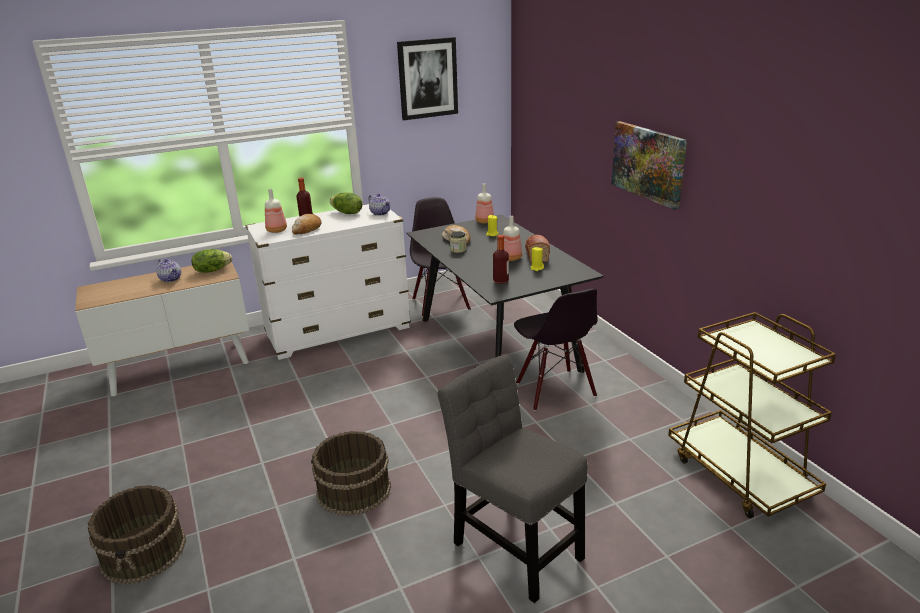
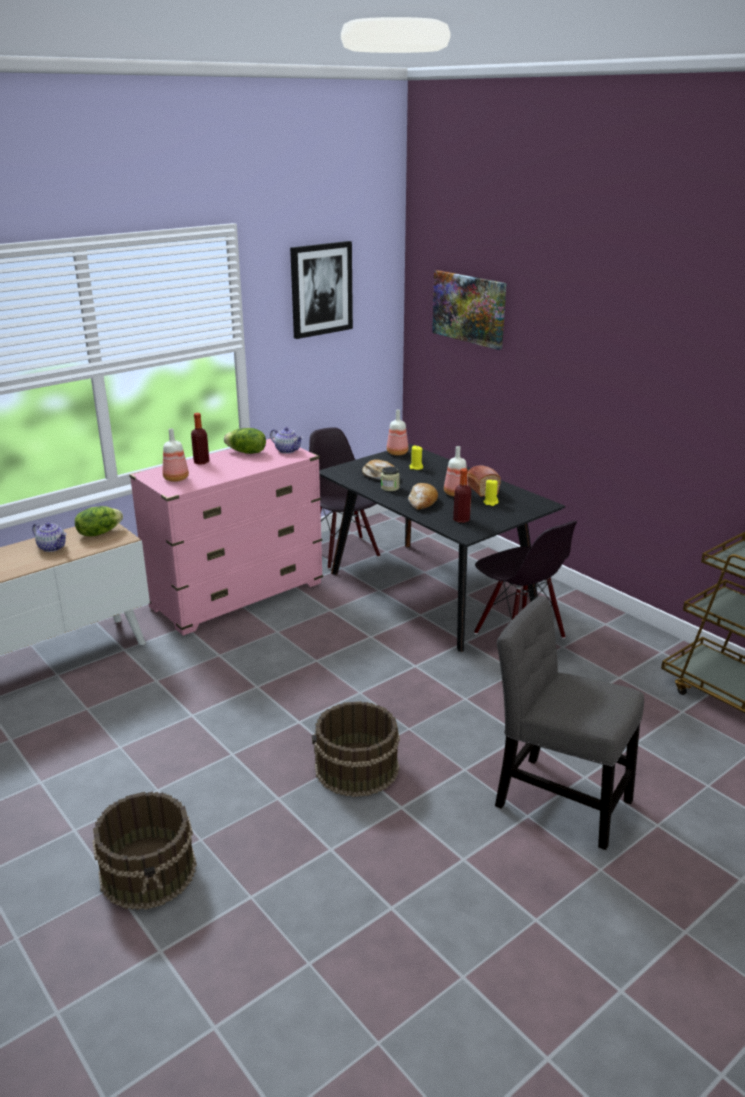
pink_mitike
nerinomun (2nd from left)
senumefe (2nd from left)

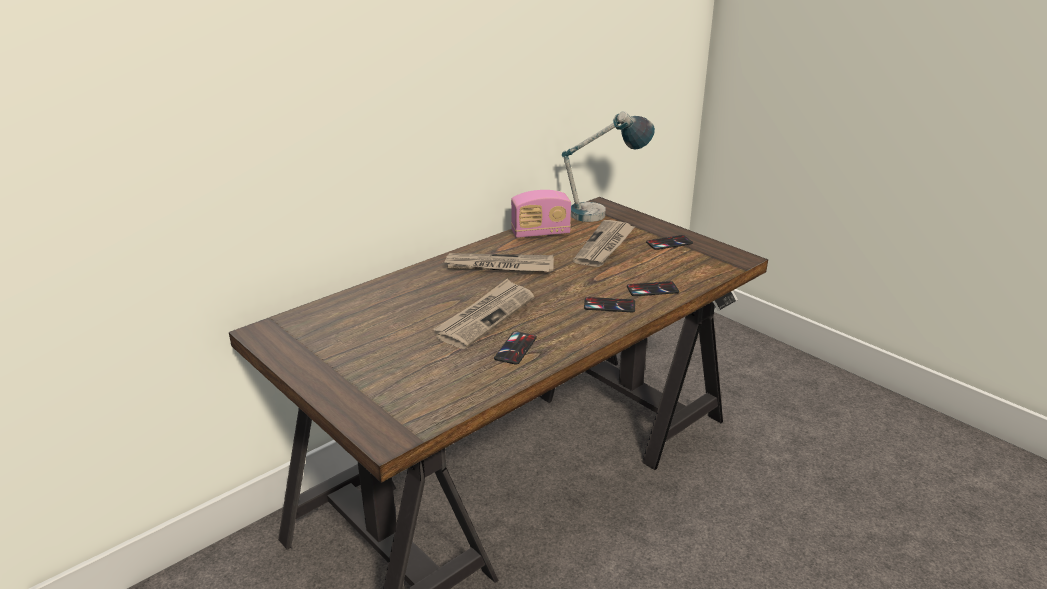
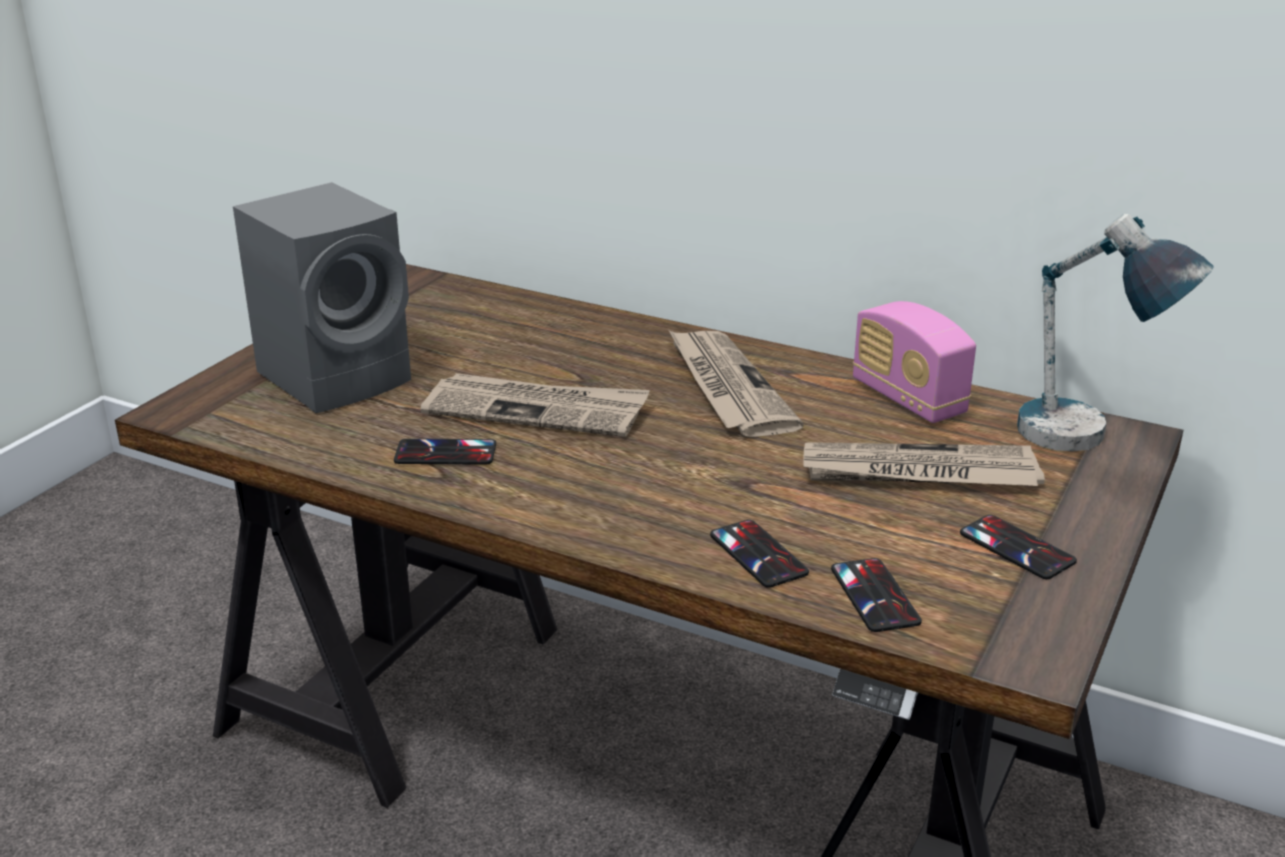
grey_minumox
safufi (3rd from left)

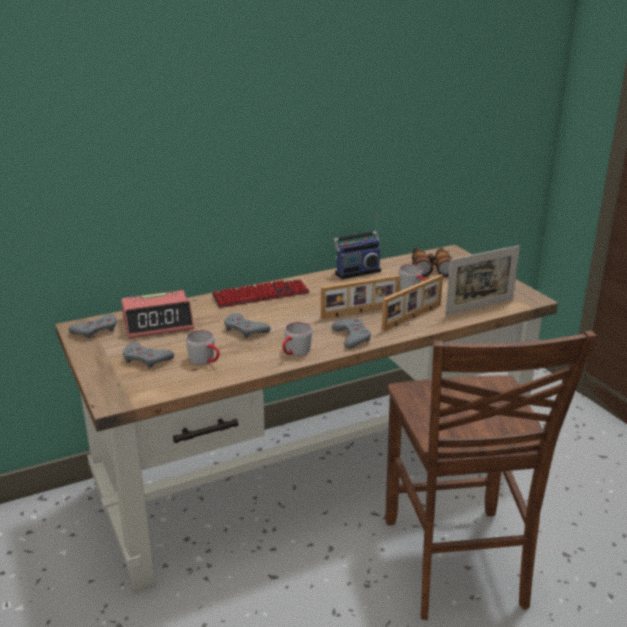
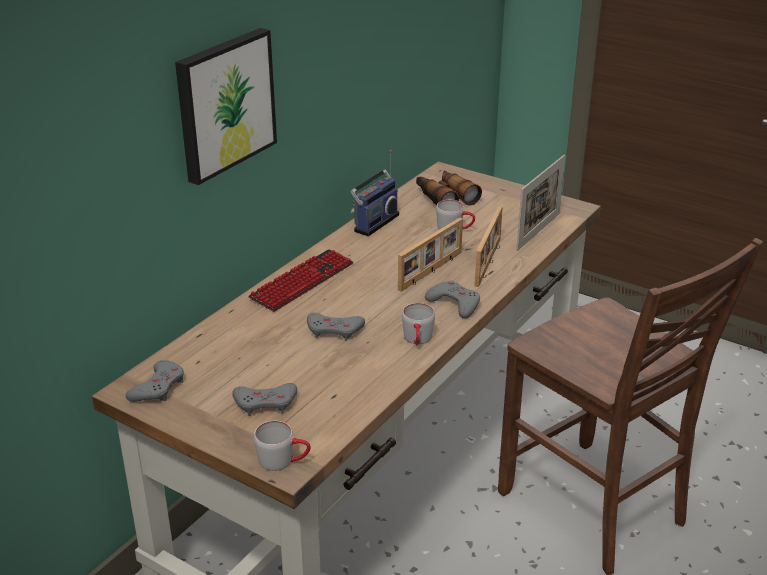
senumefe
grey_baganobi (1st from left)
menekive

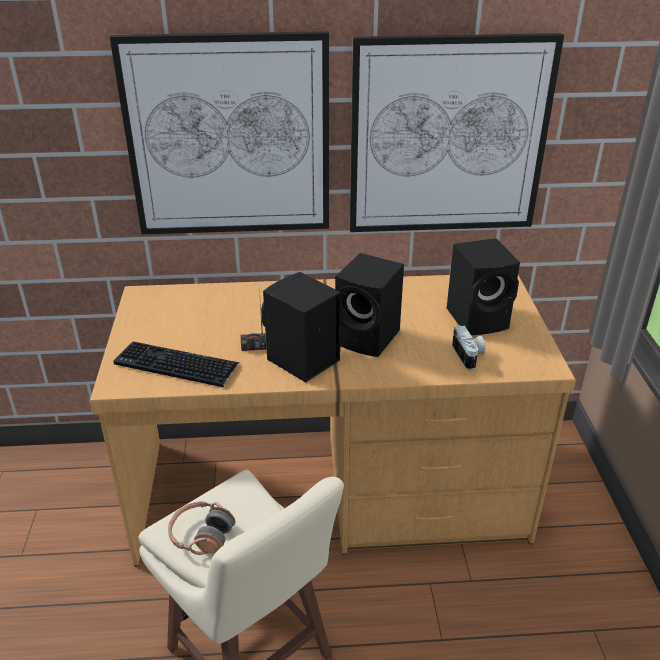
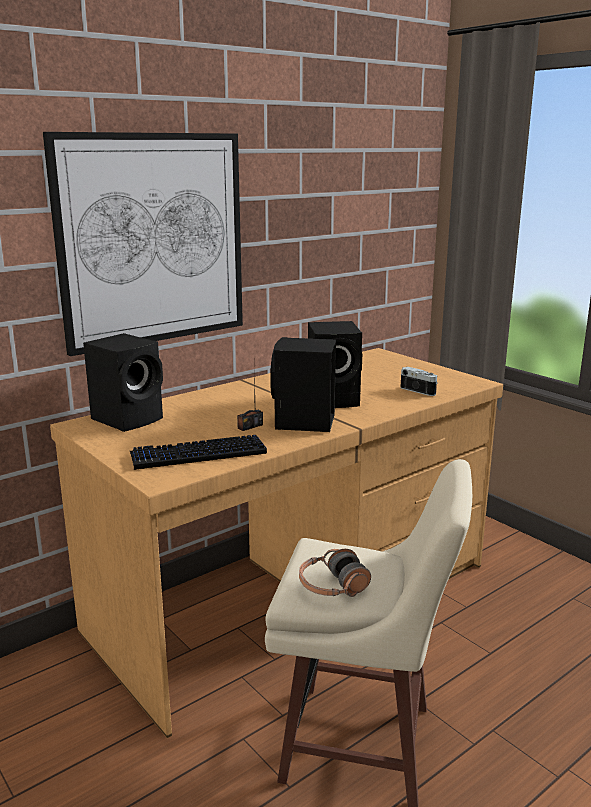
black_minumox (1st from left)
senumefe (2nd from left in the first image)

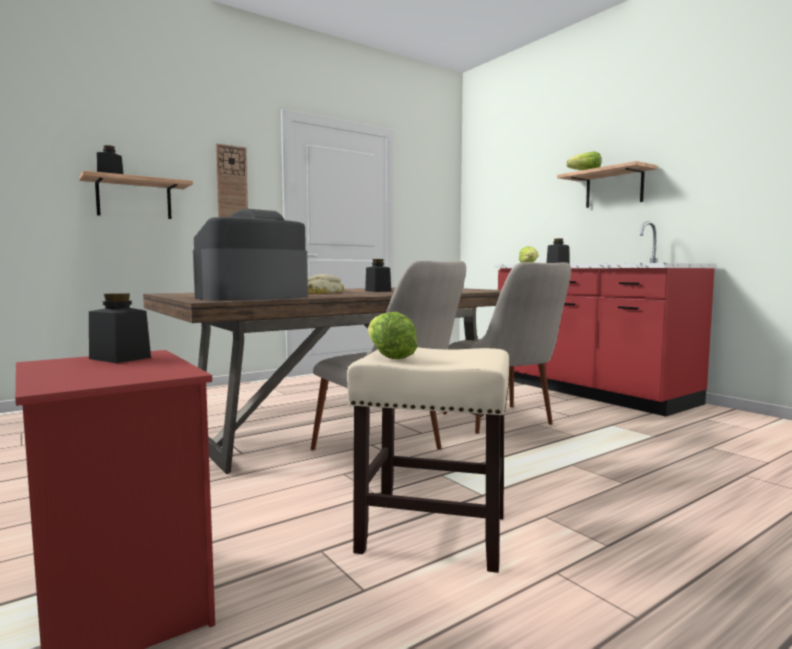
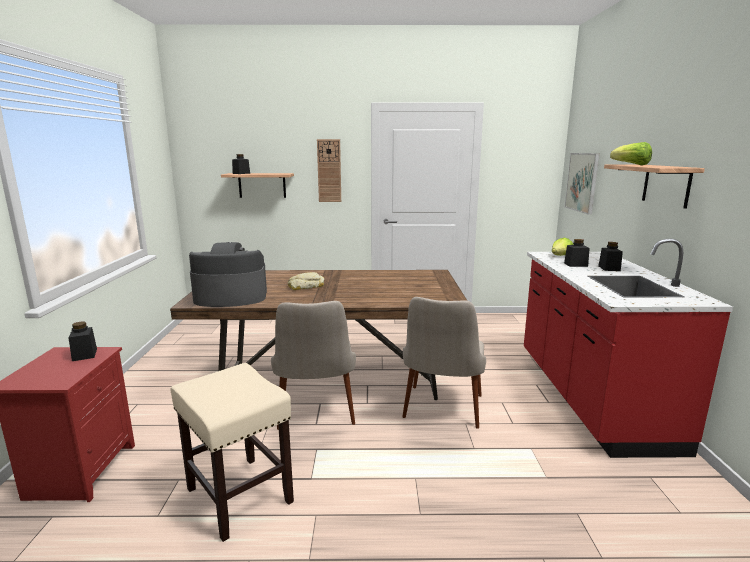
senumefe
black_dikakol (4th from left)
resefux (1st from left in the first image)

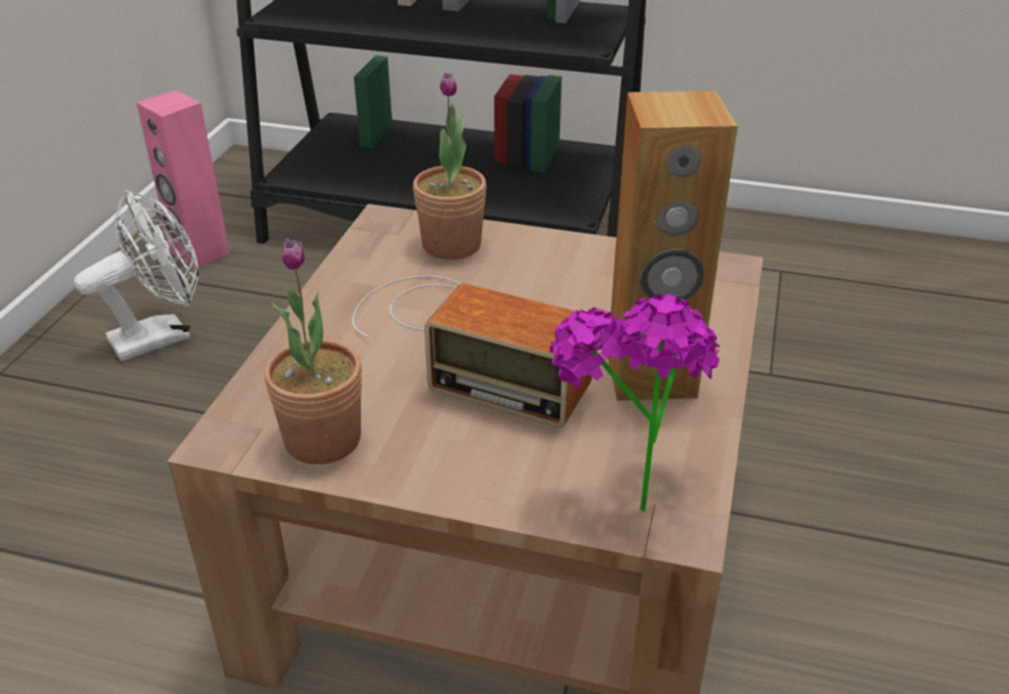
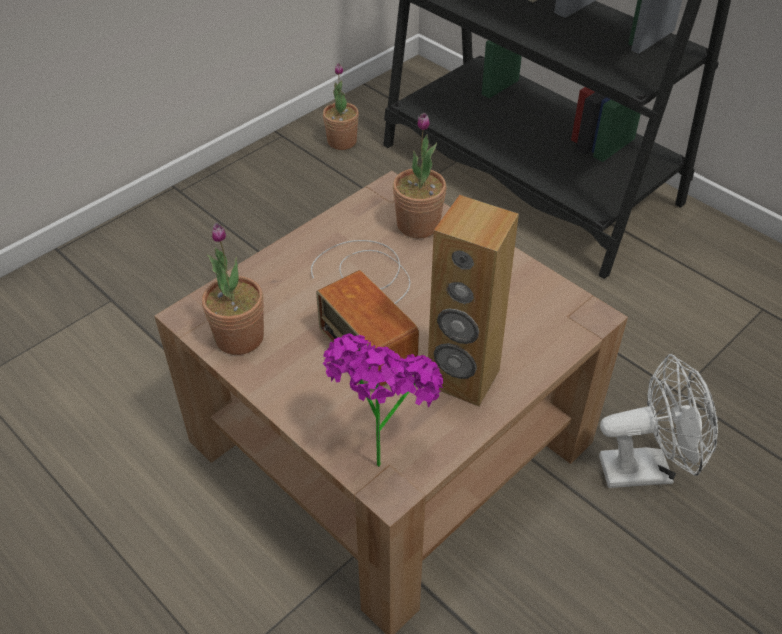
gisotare (2nd from left)
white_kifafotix

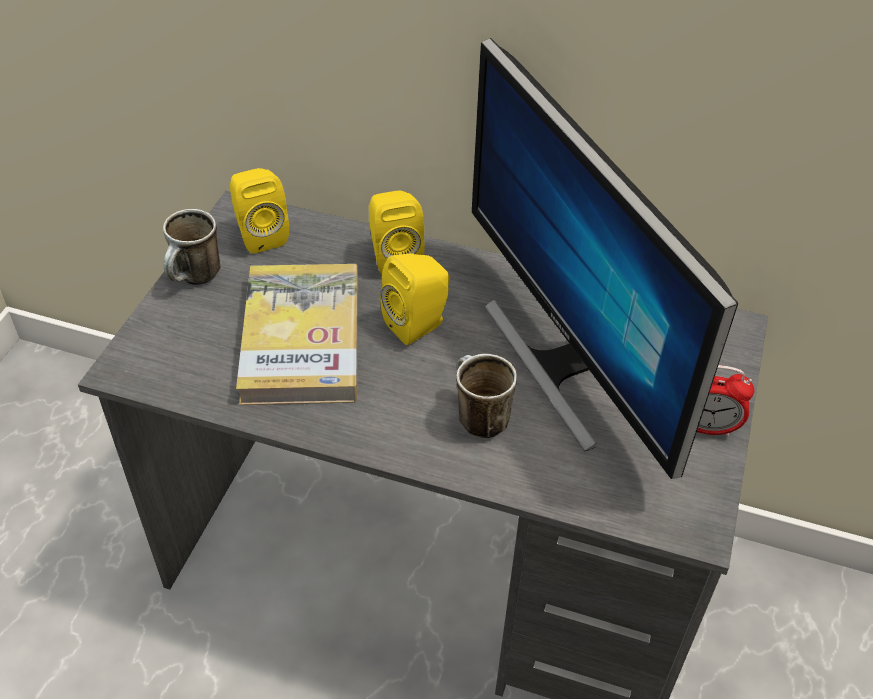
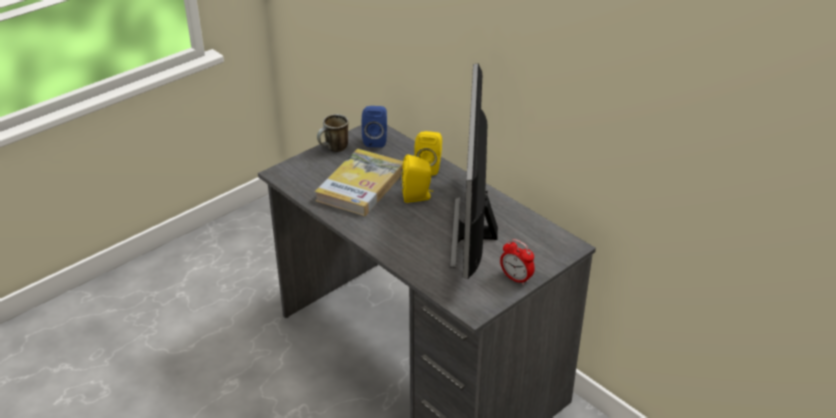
blue_minumox
baganobi (2nd from left in the first image)

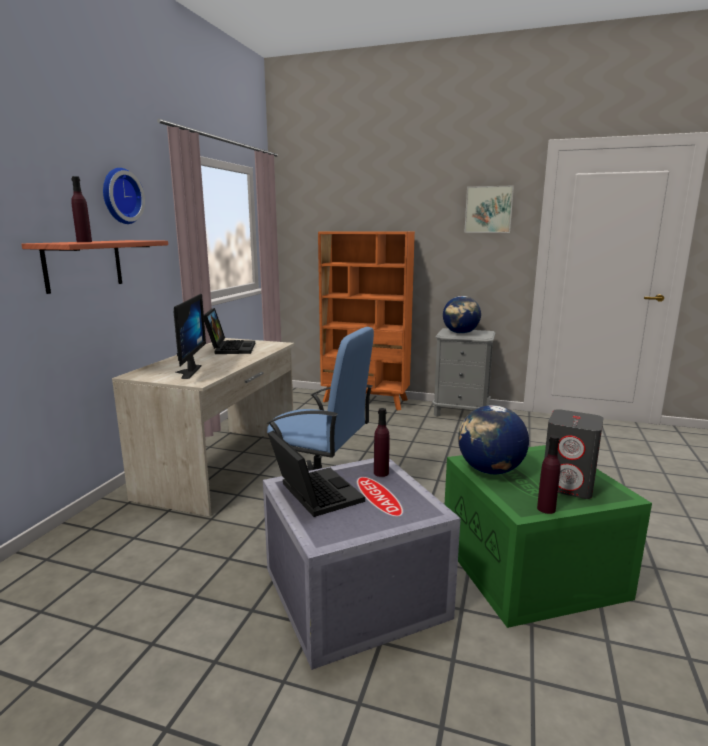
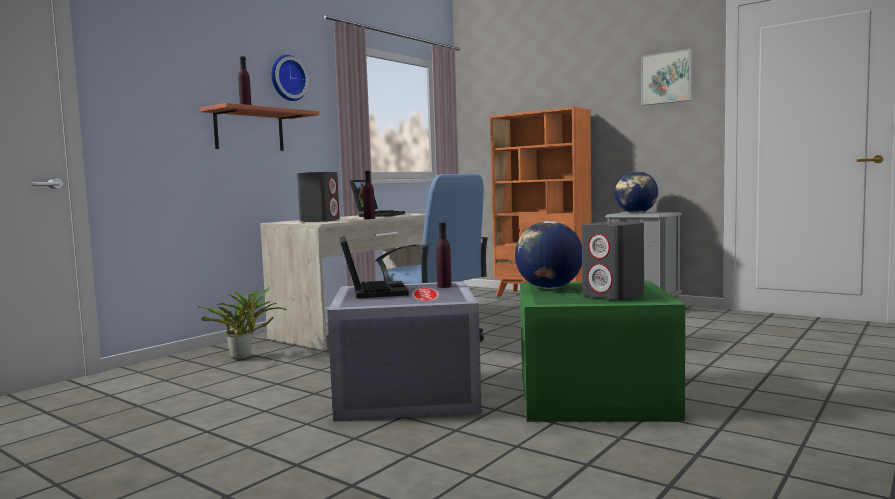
gisotare
grey_minumox (1st from left)
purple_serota (2nd from left)

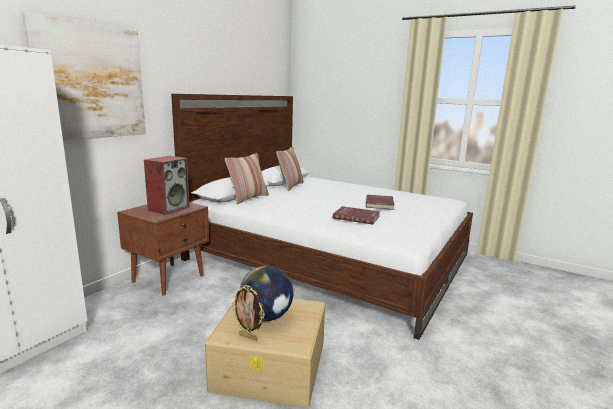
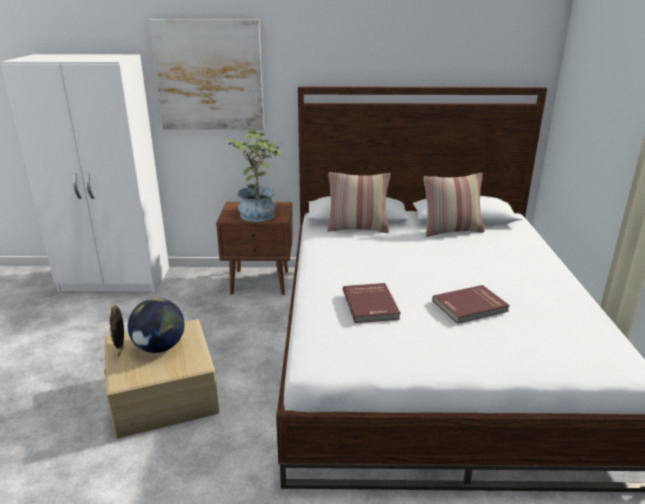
gisotare

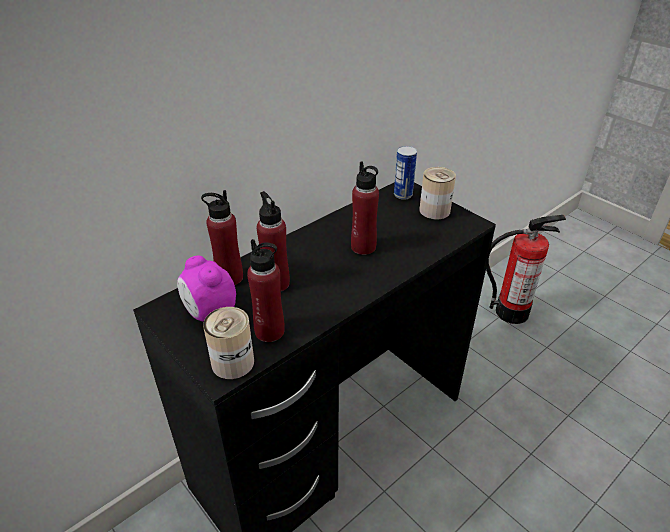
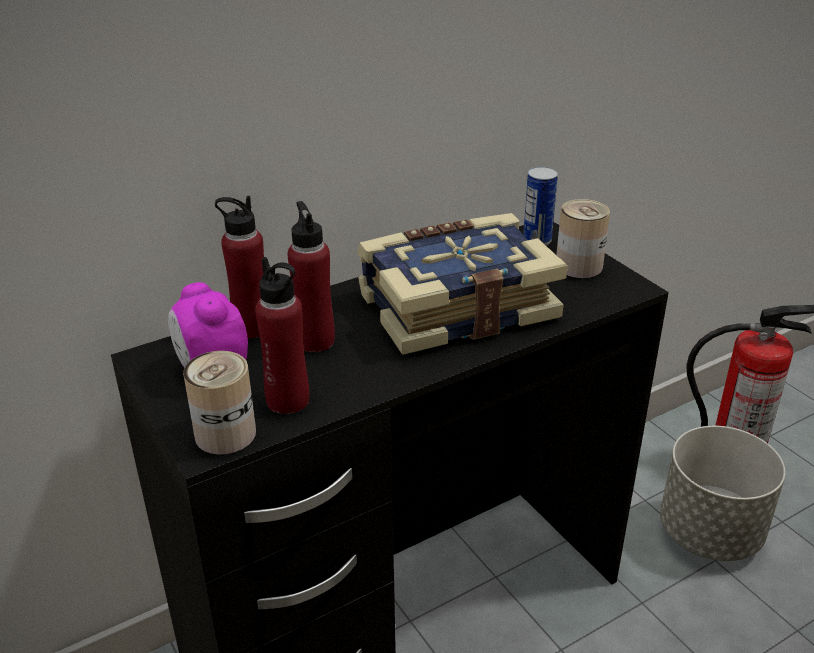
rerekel
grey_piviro

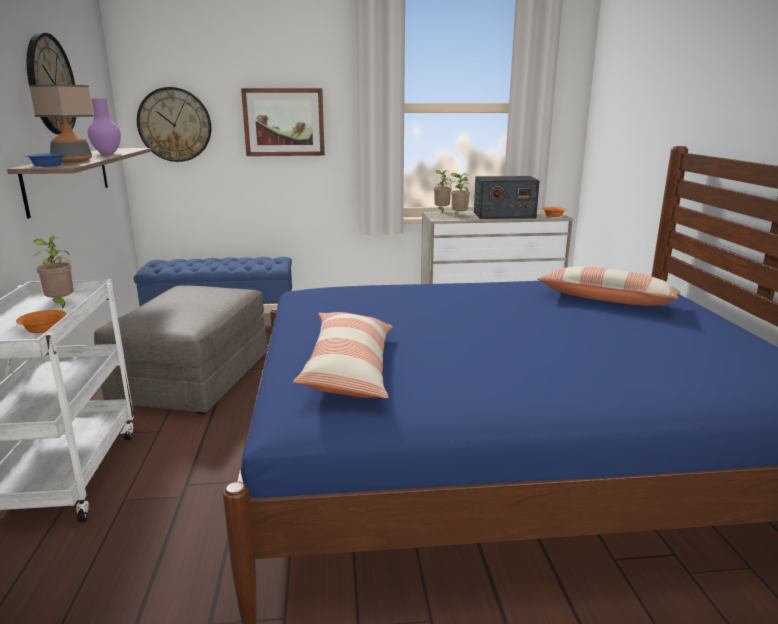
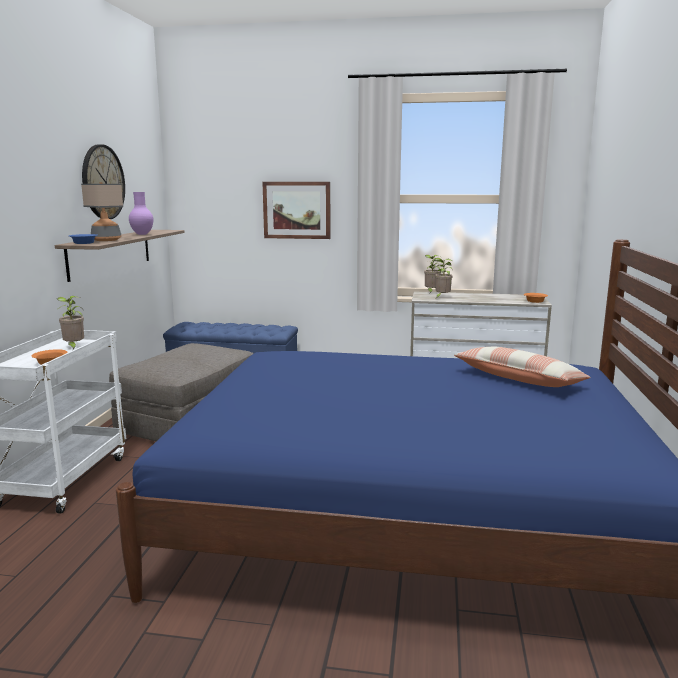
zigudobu (2nd from left in the first image)
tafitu (1st from left in the first image)
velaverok

